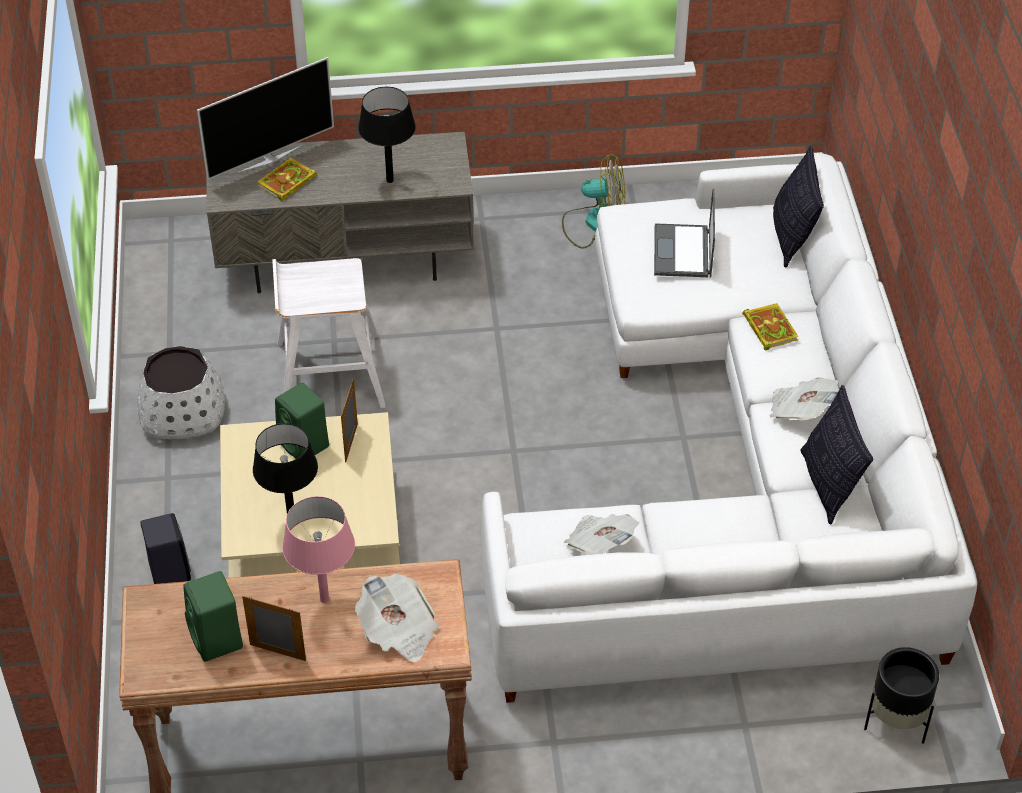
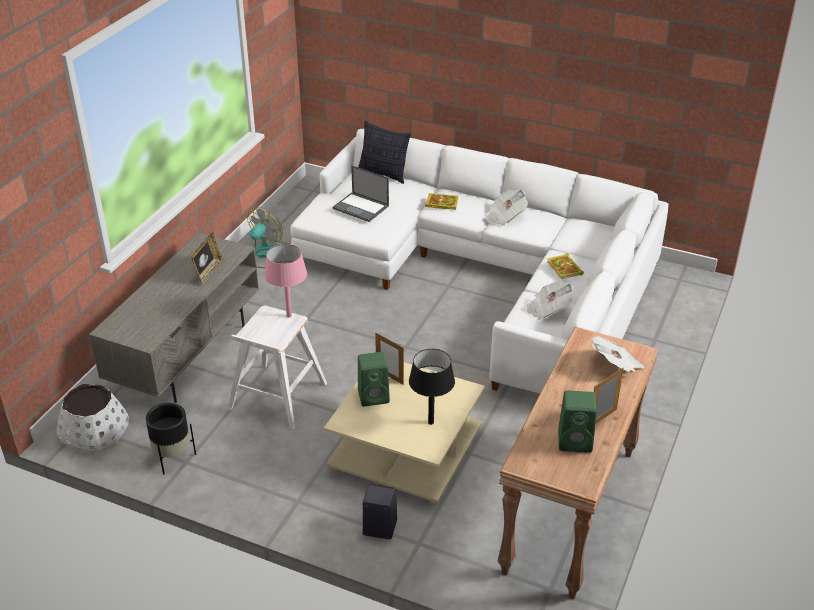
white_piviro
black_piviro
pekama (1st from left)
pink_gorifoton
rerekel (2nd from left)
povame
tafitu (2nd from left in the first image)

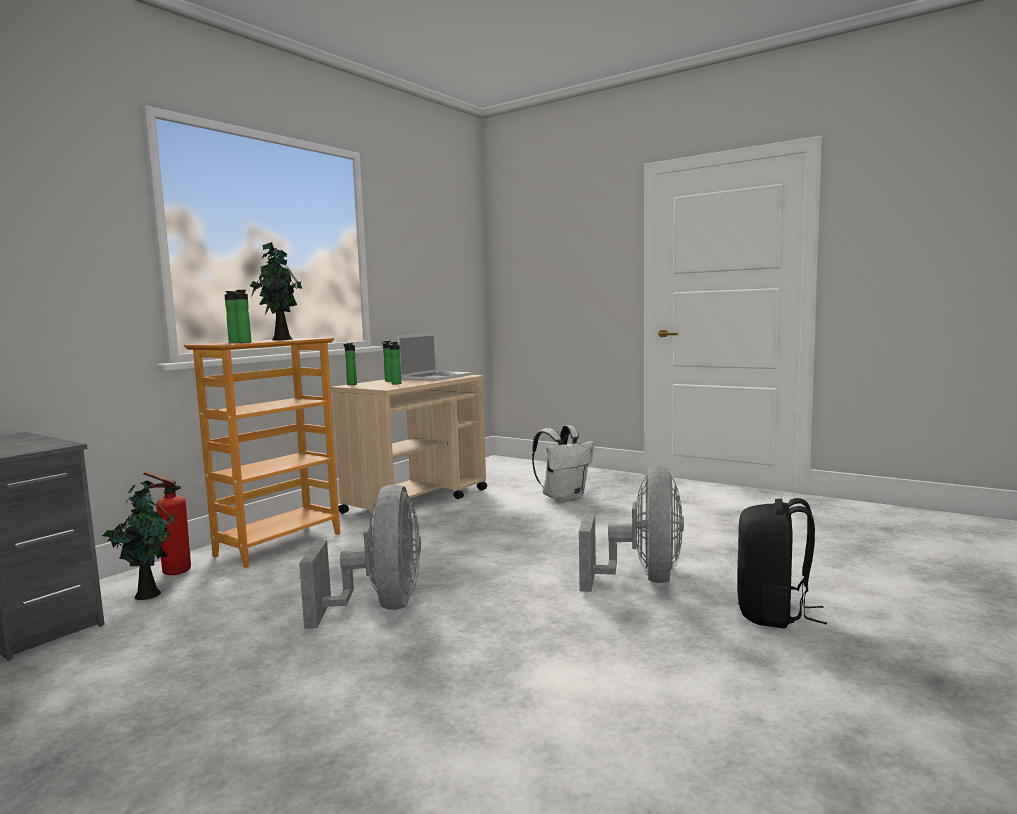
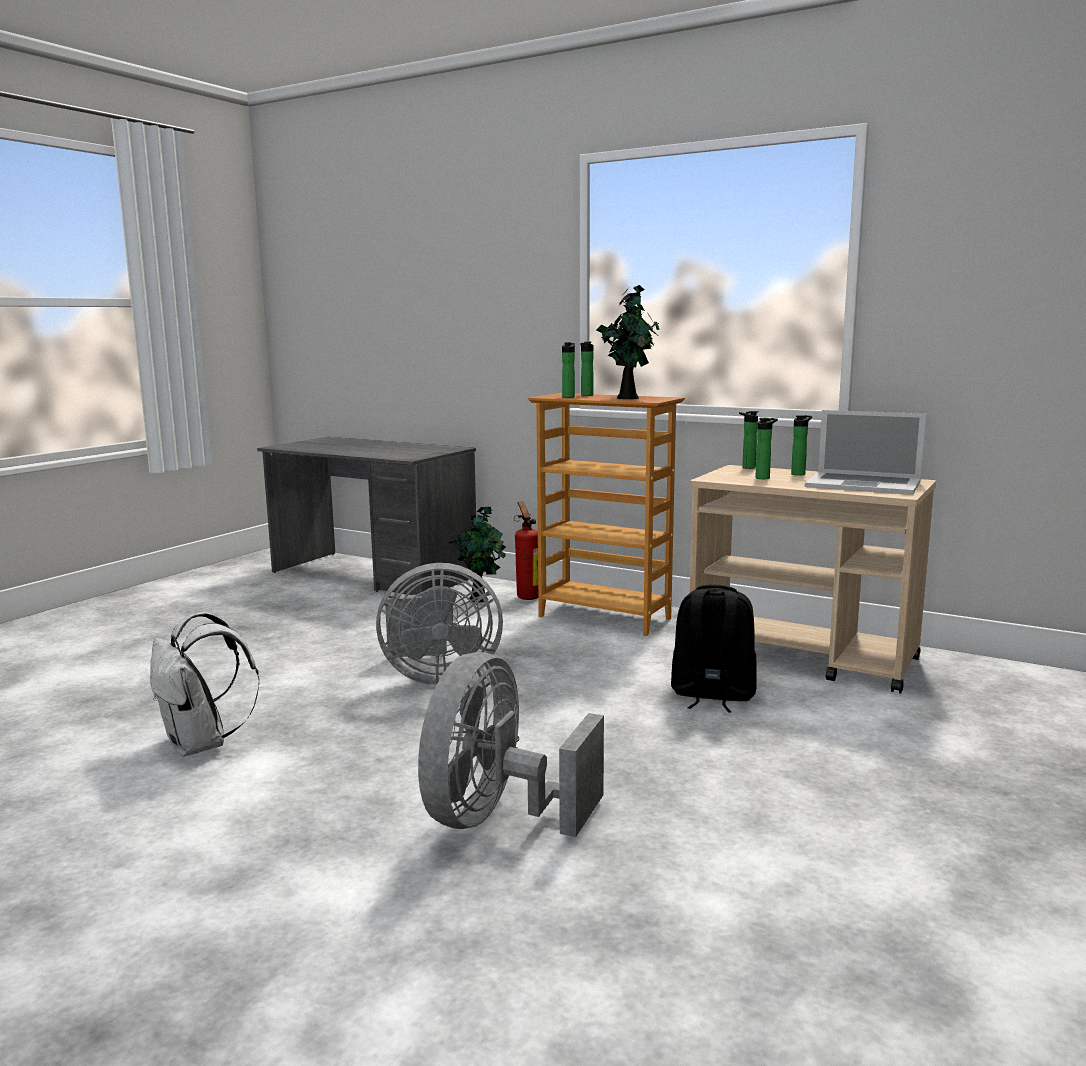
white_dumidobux
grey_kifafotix (2nd from left)
black_dumidobux

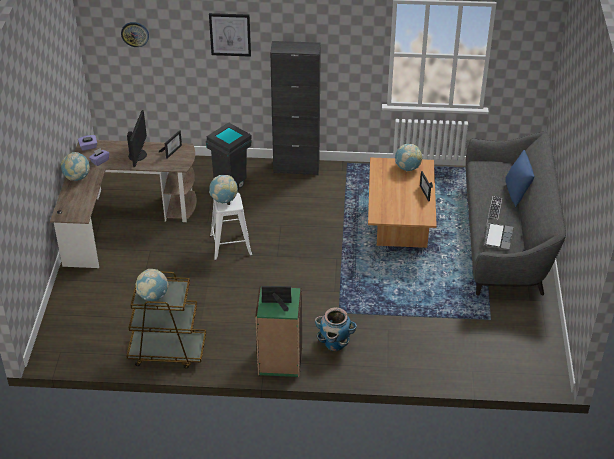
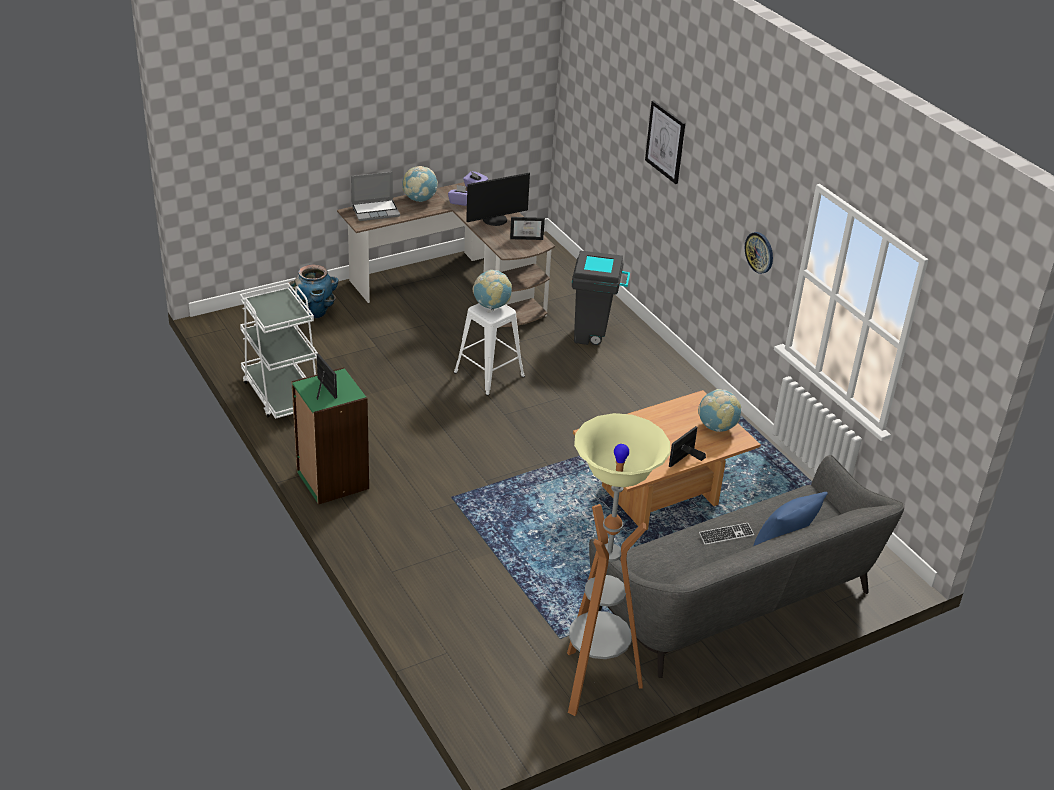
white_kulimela
piviro
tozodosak
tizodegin
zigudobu
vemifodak (2nd from left in the first image)
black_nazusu

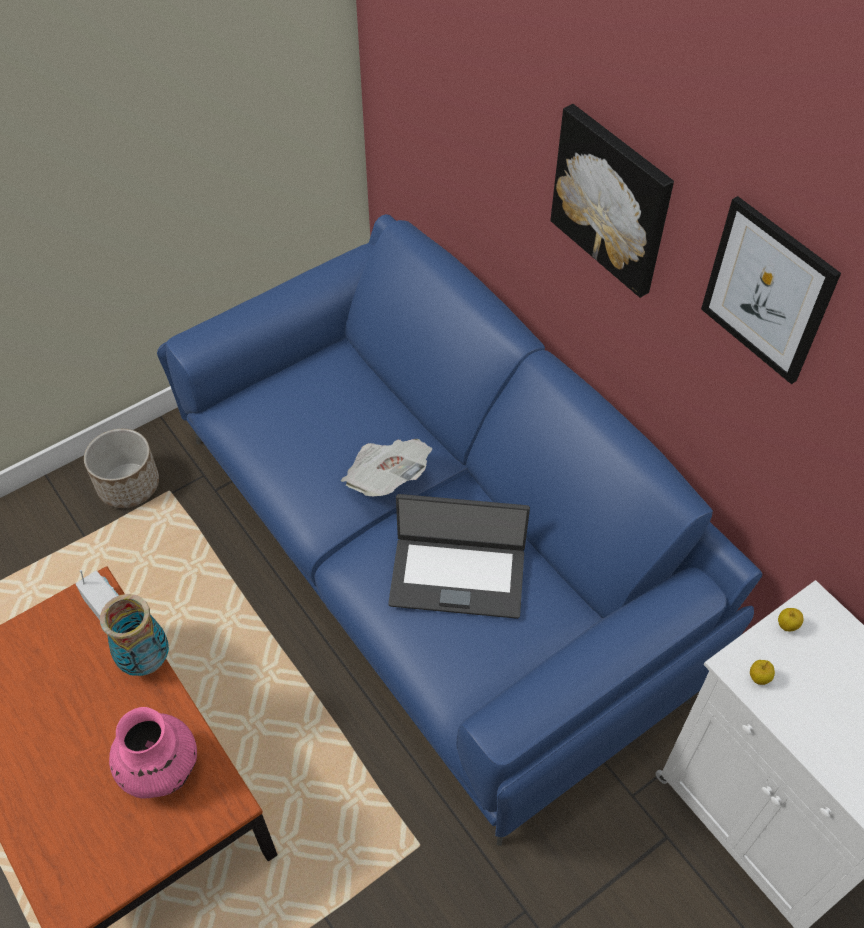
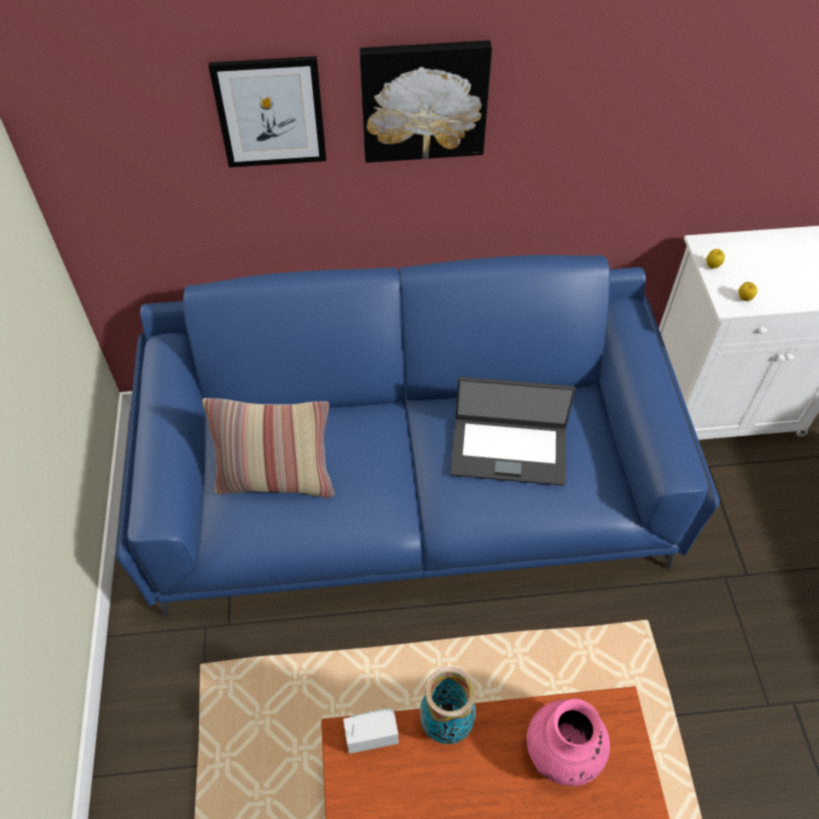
tafitu
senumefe (1st from left)
tozodosak
piviro
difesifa

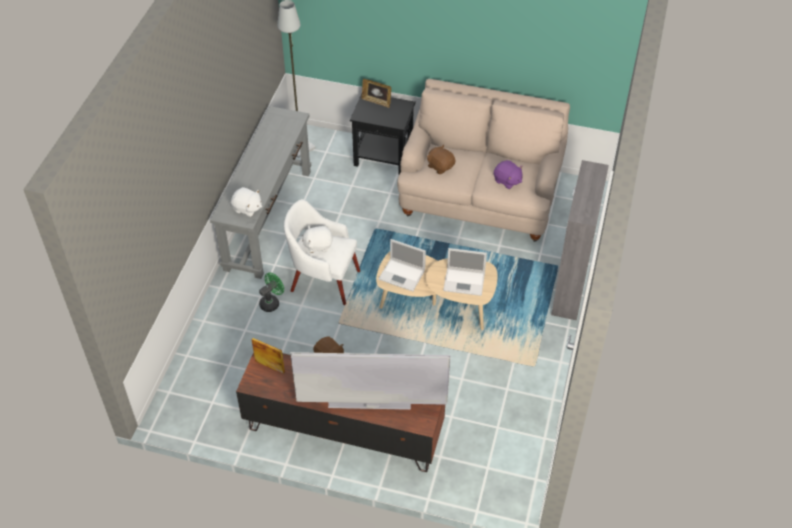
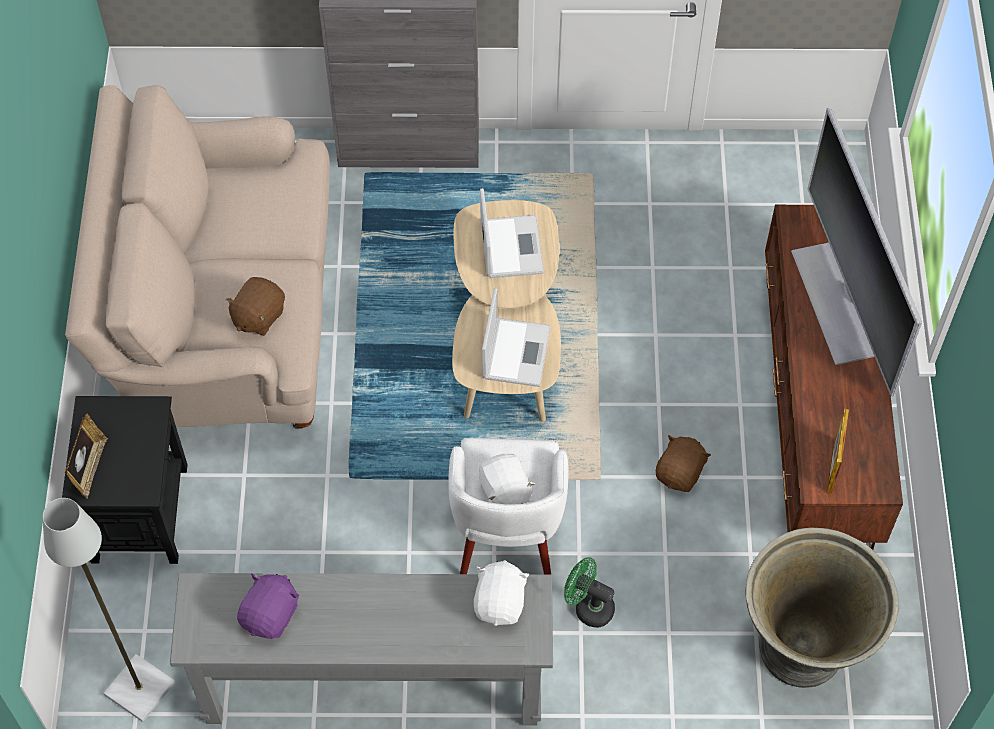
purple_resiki
grey_piviro

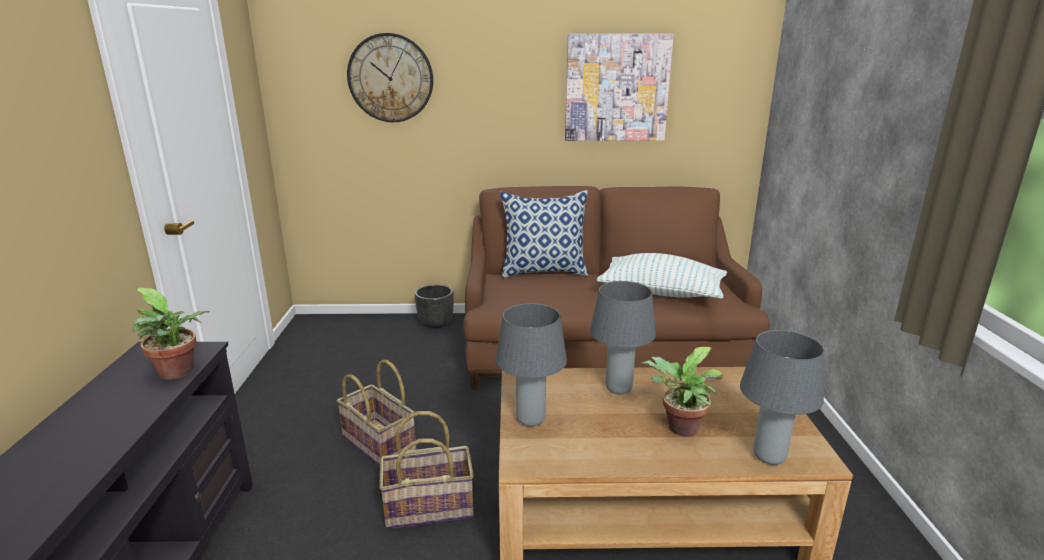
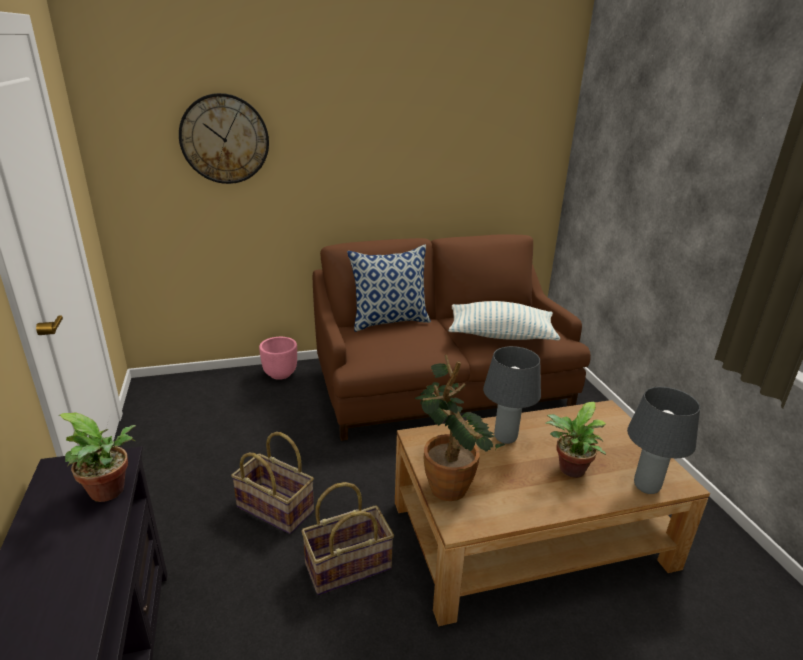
pink_piviro
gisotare (2nd from left)
senumefe

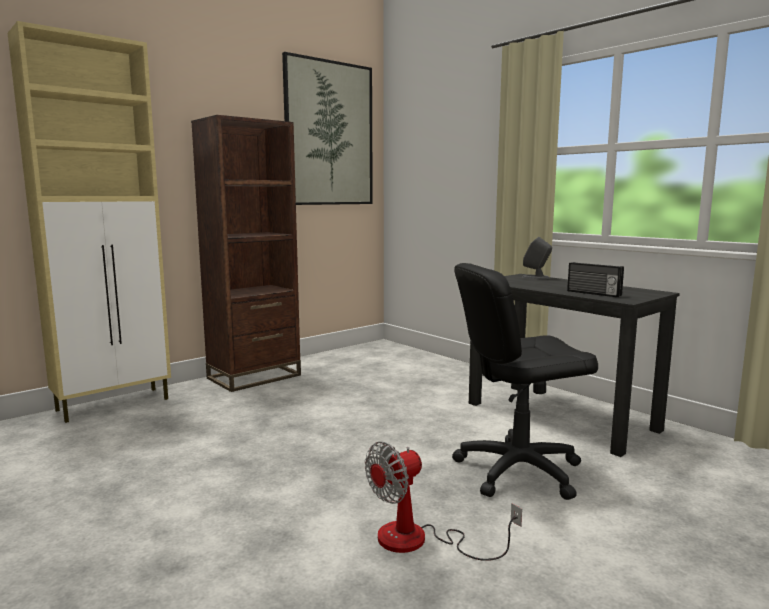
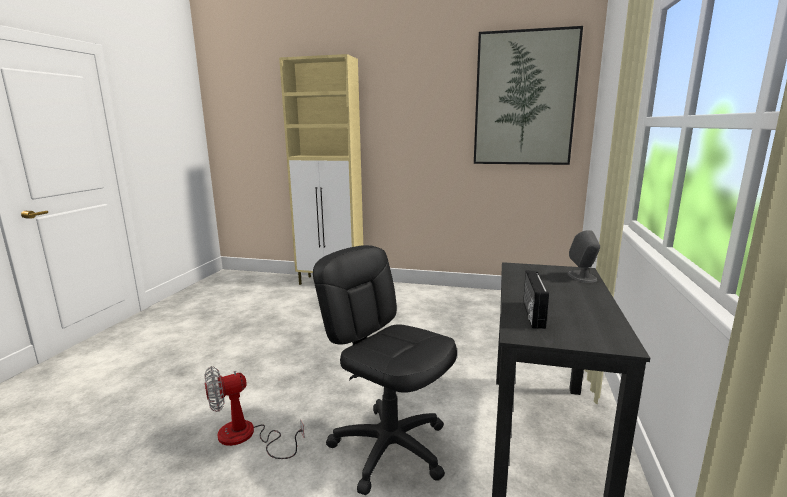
kifafotix
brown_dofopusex

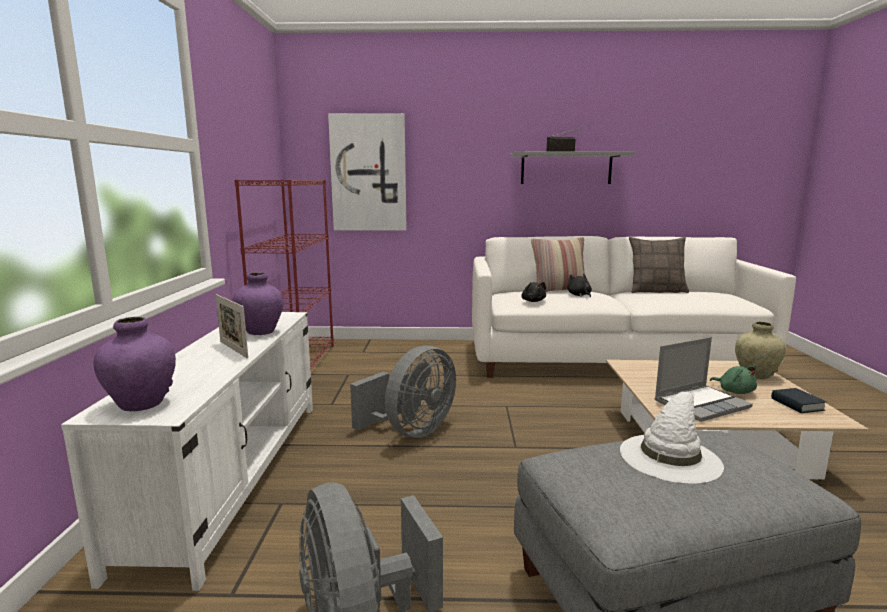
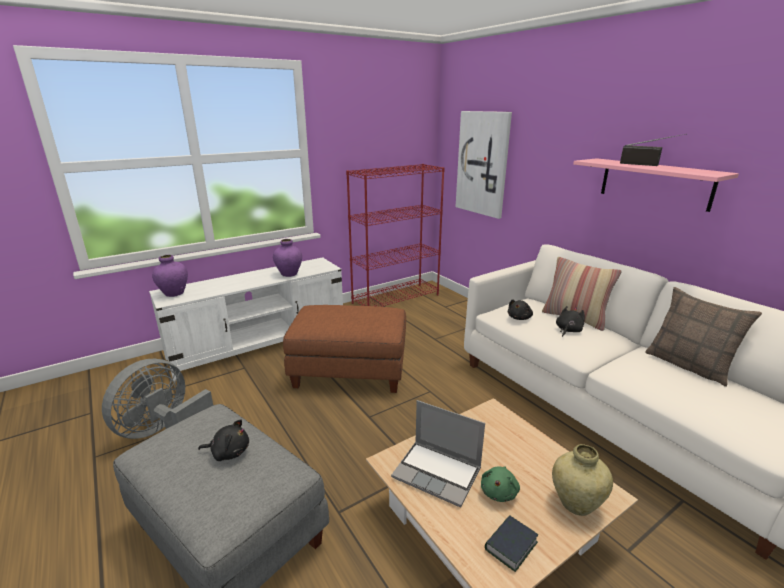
black_resiki (1st from left)
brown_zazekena
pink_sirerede
pekama

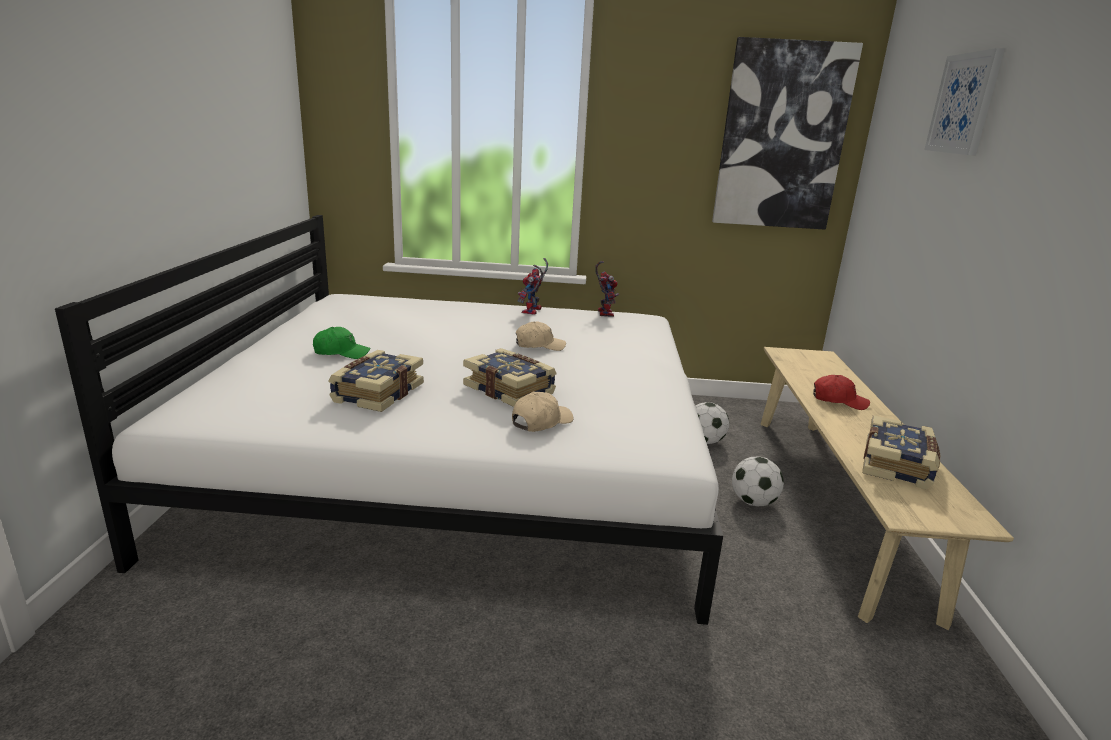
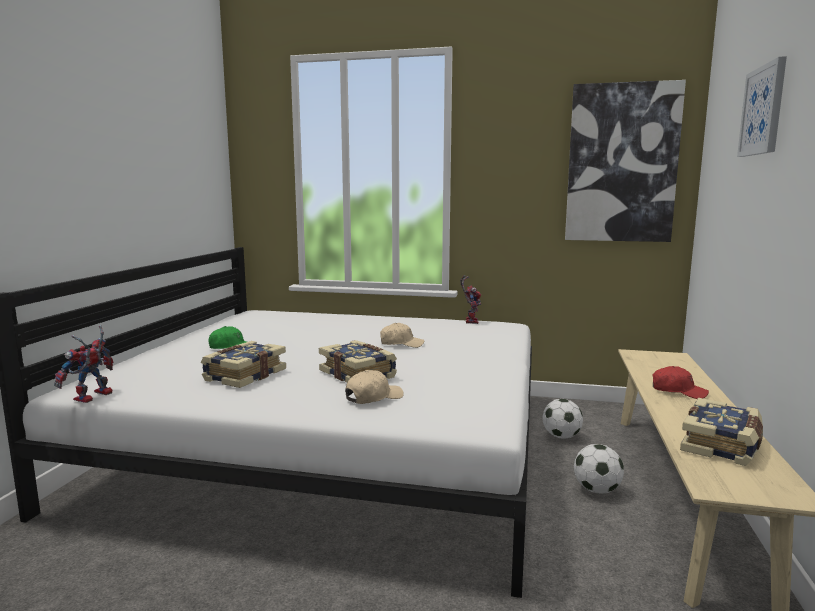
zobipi (1st from left)

